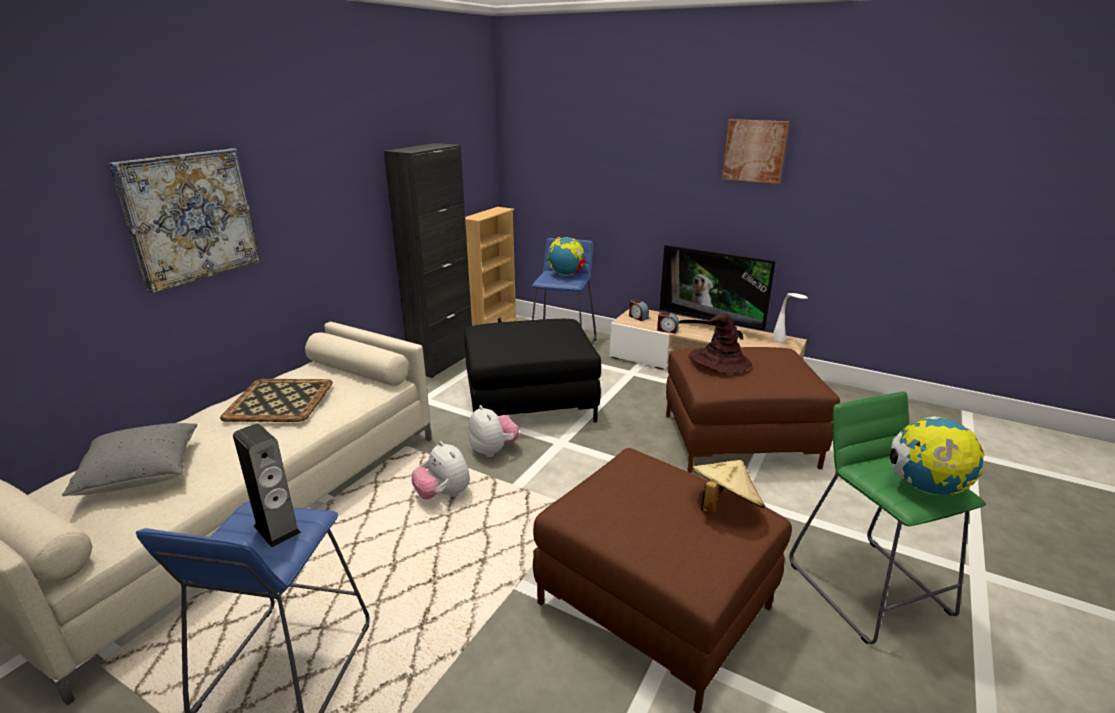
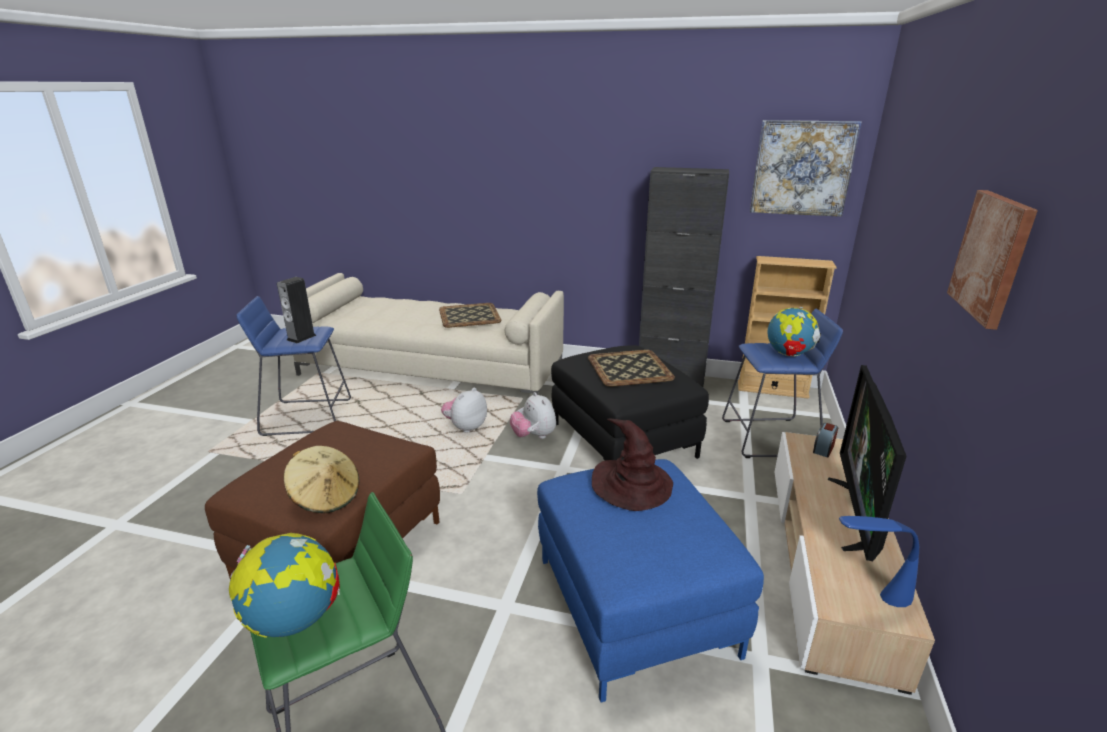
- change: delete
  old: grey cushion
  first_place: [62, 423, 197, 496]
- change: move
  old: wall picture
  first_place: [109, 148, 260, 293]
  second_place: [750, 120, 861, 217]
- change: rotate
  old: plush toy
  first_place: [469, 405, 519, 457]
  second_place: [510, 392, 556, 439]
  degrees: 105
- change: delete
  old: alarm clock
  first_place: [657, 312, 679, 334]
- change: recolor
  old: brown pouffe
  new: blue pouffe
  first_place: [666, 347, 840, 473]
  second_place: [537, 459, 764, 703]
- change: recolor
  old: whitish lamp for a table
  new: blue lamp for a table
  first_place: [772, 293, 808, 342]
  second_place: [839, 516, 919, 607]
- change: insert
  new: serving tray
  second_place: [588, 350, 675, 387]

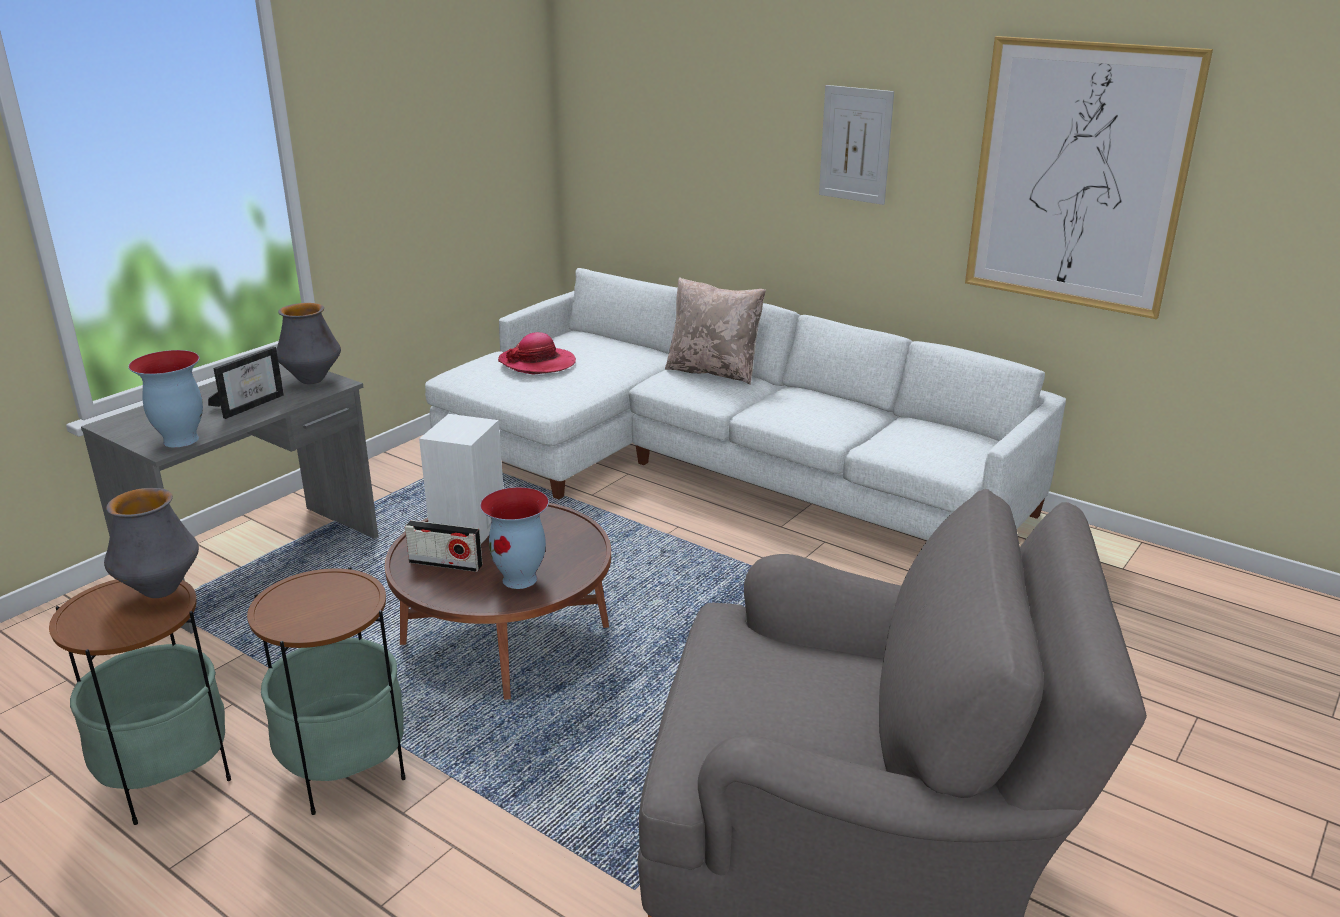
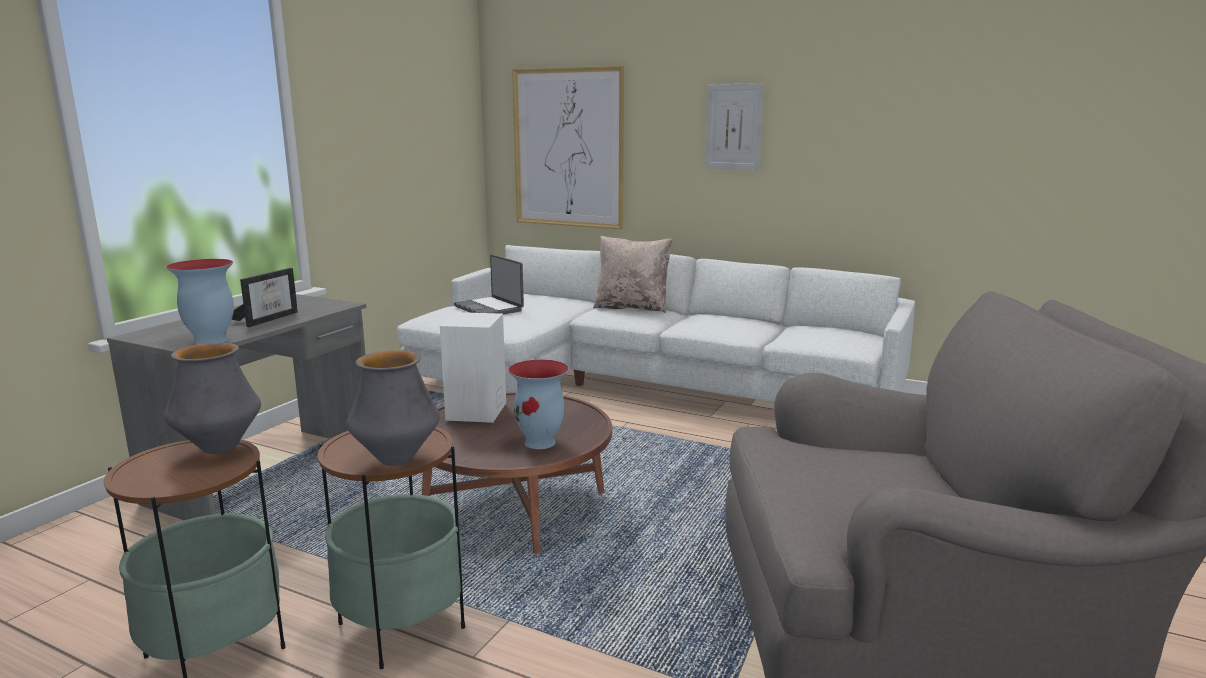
- change: move
  old: flower vase
  first_place: [276, 303, 341, 384]
  second_place: [347, 350, 440, 466]
- change: delete
  old: radio receiver
  first_place: [405, 520, 483, 572]
- change: replace
  old: wearable hat
  new: laptop
  first_place: [498, 332, 576, 375]
  second_place: [454, 255, 524, 314]
- change: move
  old: wall picture
  first_place: [965, 36, 1213, 319]
  second_place: [512, 66, 624, 229]

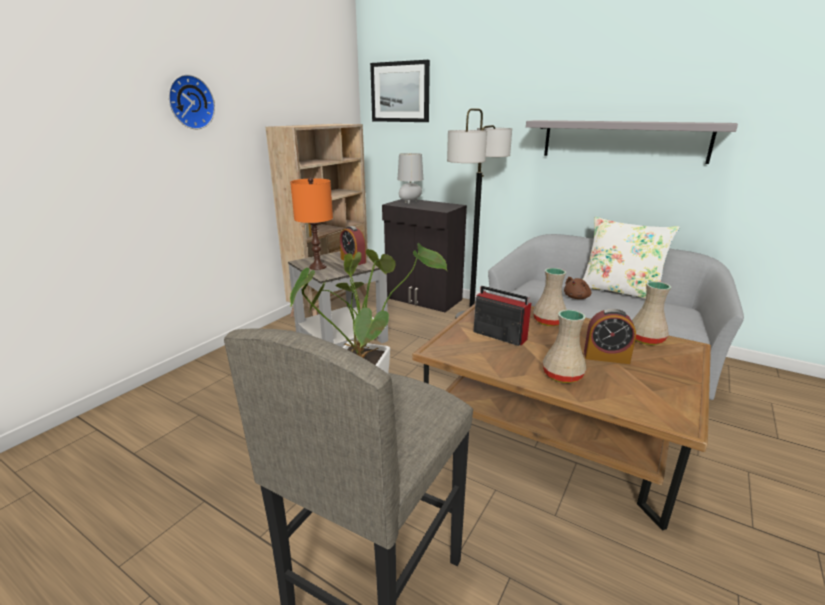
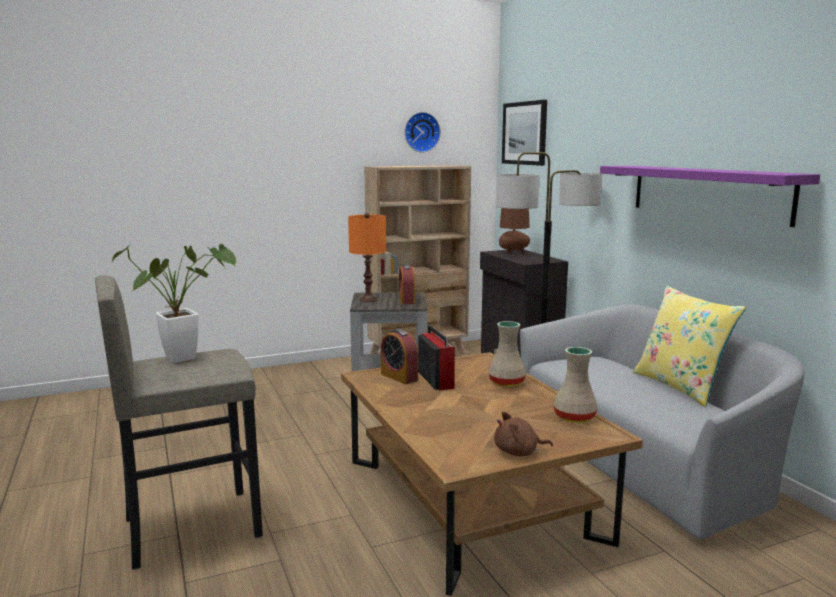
- change: move
  old: clock on the wall
  first_place: [168, 74, 215, 129]
  second_place: [404, 112, 441, 152]
- change: recolor
  old: grey lamp for a table
  new: brown lamp for a table
  first_place: [398, 153, 423, 204]
  second_place: [499, 208, 530, 254]
- change: recolor
  old: grey wall shelf
  new: purple wall shelf
  first_place: [526, 120, 738, 164]
  second_place: [600, 166, 820, 227]
- change: delete
  old: beige flower vase
  first_place: [542, 310, 586, 383]
- change: move
  old: brown plush toy
  first_place: [564, 277, 591, 299]
  second_place: [494, 412, 553, 456]
- change: recolor
  old: whitish cushion
  new: yellow cushion
  first_place: [583, 217, 680, 299]
  second_place: [633, 286, 746, 407]
- change: move
  old: alarm clock
  first_place: [584, 309, 636, 364]
  second_place: [381, 329, 418, 384]

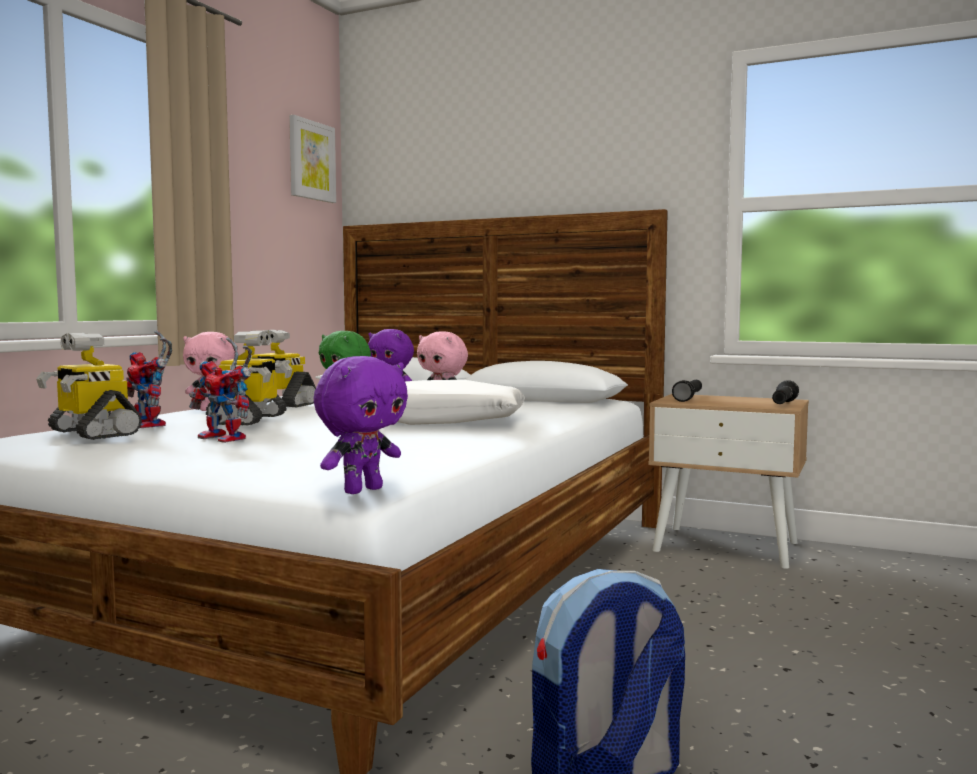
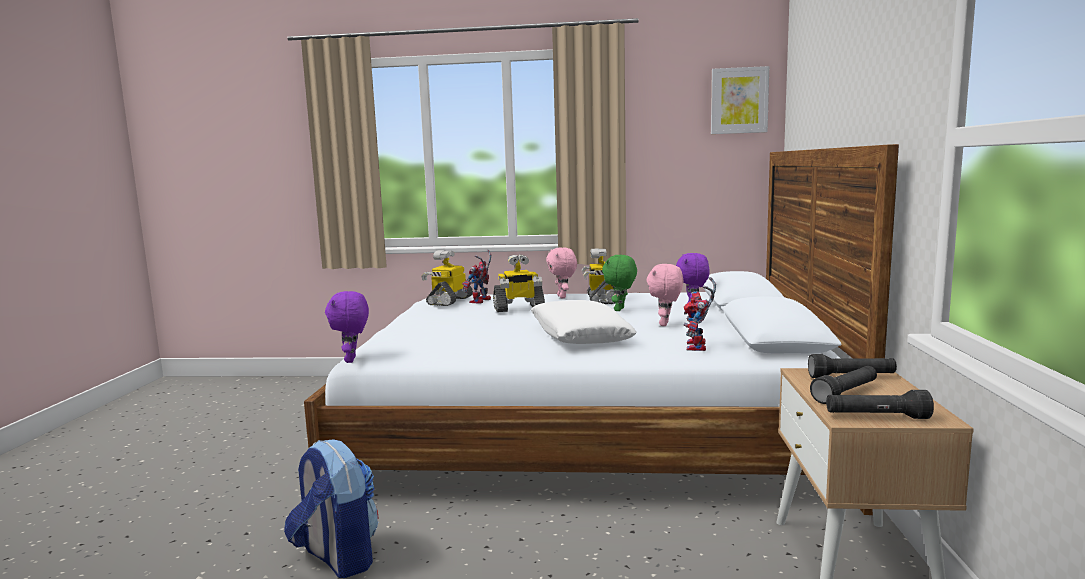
- change: move
  old: robot figure
  first_place: [189, 338, 252, 443]
  second_place: [684, 277, 716, 351]
- change: rotate
  old: purple plush toy
  first_place: [313, 356, 408, 494]
  second_place: [325, 291, 369, 363]
  degrees: 60
- change: insert
  new: black-coloured torch
  second_place: [810, 366, 877, 404]

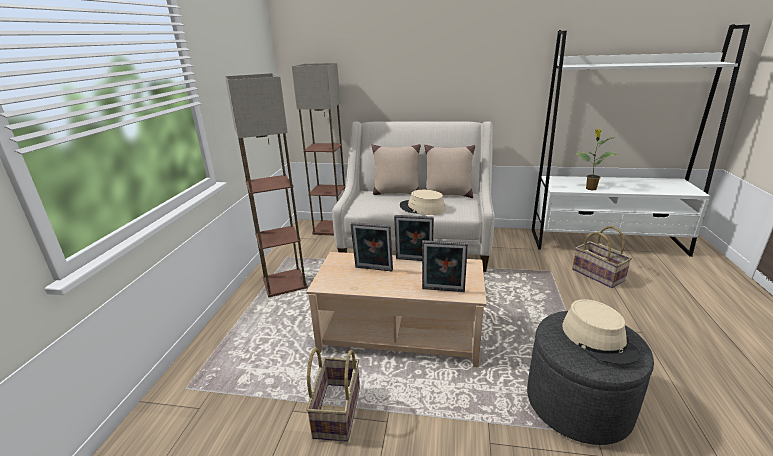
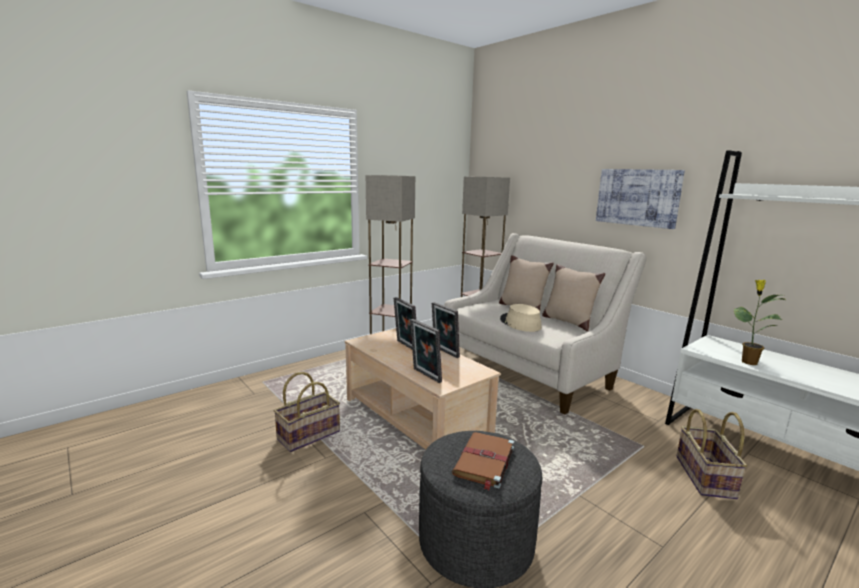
- change: replace
  old: beige wearable hat
  new: brown book
  first_place: [562, 299, 640, 365]
  second_place: [452, 432, 514, 490]
- change: insert
  new: wall picture
  second_place: [596, 169, 685, 229]

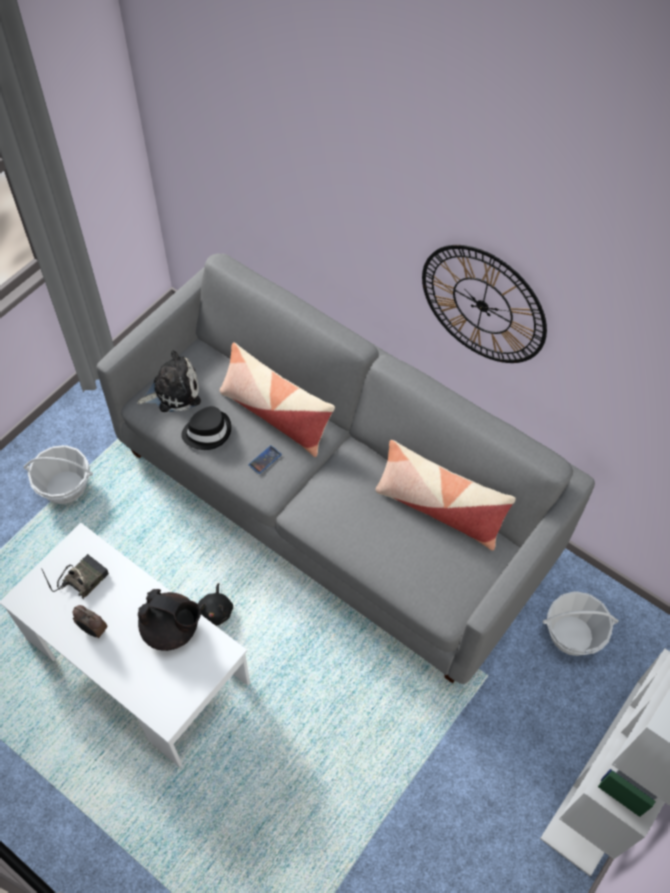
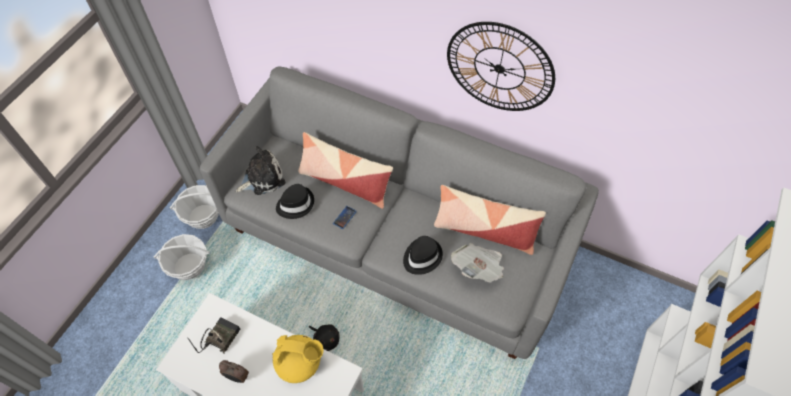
- change: recolor
  old: black-coloured pot for tea
  new: yellow pot for tea
  first_place: [138, 589, 201, 651]
  second_place: [273, 335, 324, 383]
- change: rotate
  old: black-coloured plush toy
  first_place: [198, 583, 233, 626]
  second_place: [309, 324, 339, 351]
  degrees: -45
- change: move
  old: storage basket
  first_place: [543, 591, 619, 656]
  second_place: [170, 185, 219, 229]
- change: insert
  new: black-coloured wearable hat
  second_place: [403, 236, 443, 275]
- change: insert
  new: newspaper
  second_place: [451, 243, 504, 282]

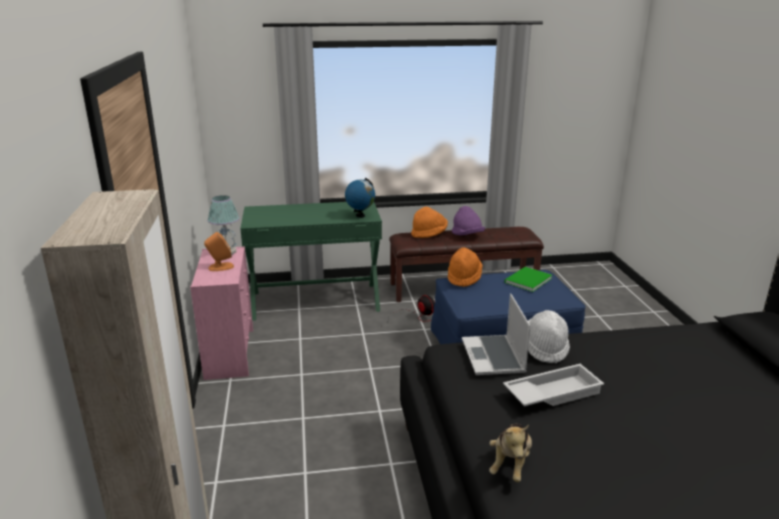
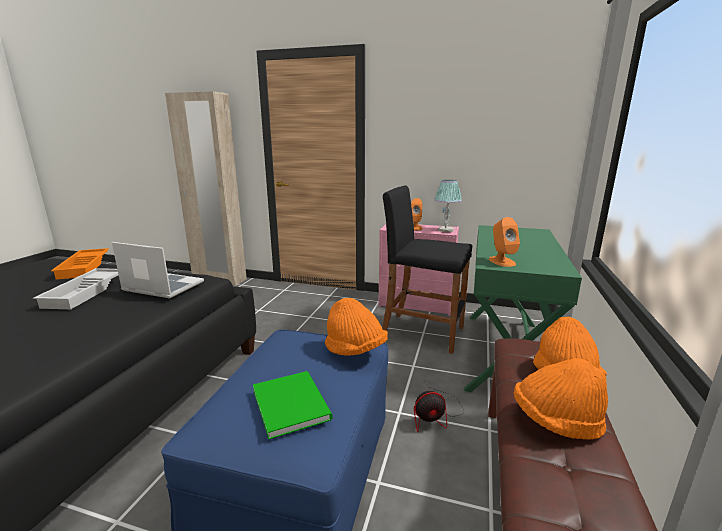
- change: replace
  old: globe
  new: orangey audio speaker
  first_place: [345, 178, 375, 218]
  second_place: [489, 217, 520, 267]
- change: recolor
  old: purple wearable hat
  new: orangey wearable hat
  first_place: [452, 206, 485, 235]
  second_place: [514, 358, 608, 439]
- change: replace
  old: plush toy
  new: orangey serving tray
  first_place: [489, 424, 532, 482]
  second_place: [51, 248, 109, 280]
- change: delete
  old: whitish wearable hat
  first_place: [528, 310, 570, 363]
- change: insert
  new: black-coloured stool seat
  second_place: [382, 185, 472, 354]

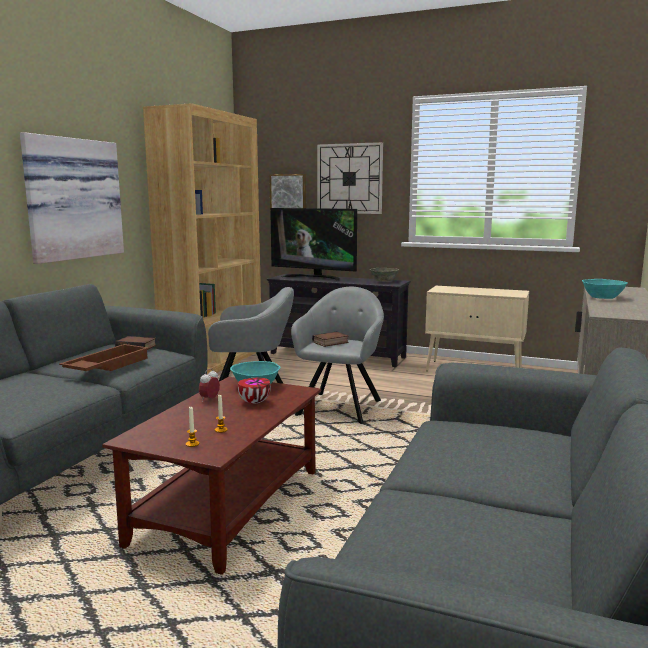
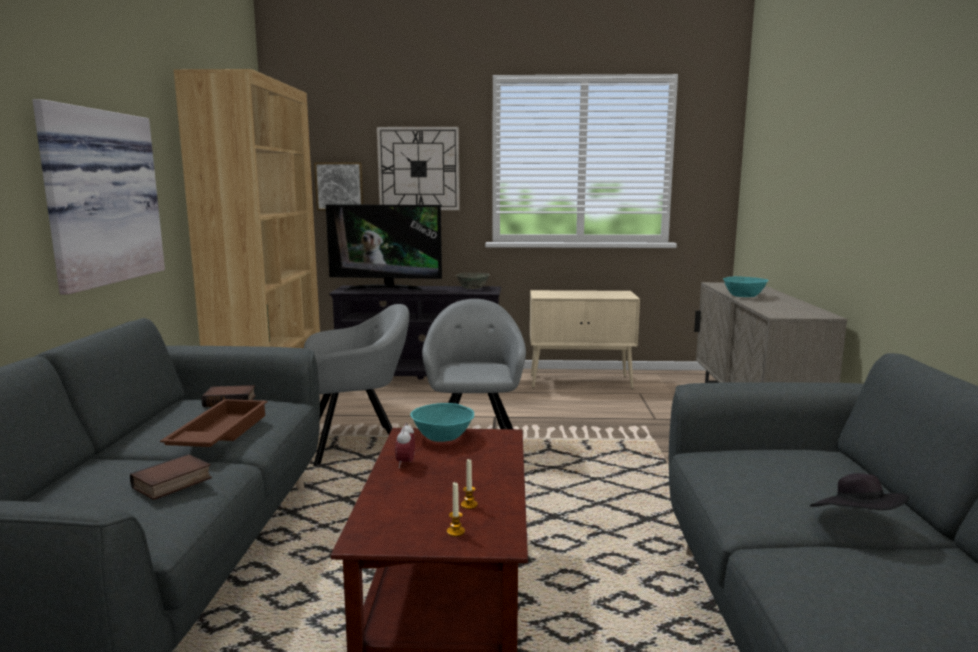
- change: delete
  old: bowl
  first_place: [238, 378, 271, 404]
- change: move
  old: book
  first_place: [312, 332, 349, 347]
  second_place: [130, 454, 212, 500]
- change: insert
  new: black-coloured wearable hat
  second_place: [810, 473, 909, 510]

